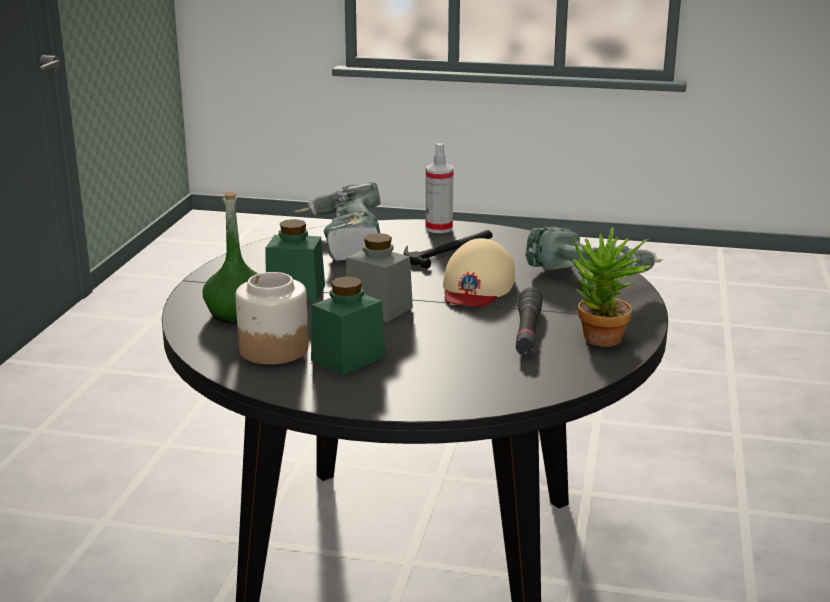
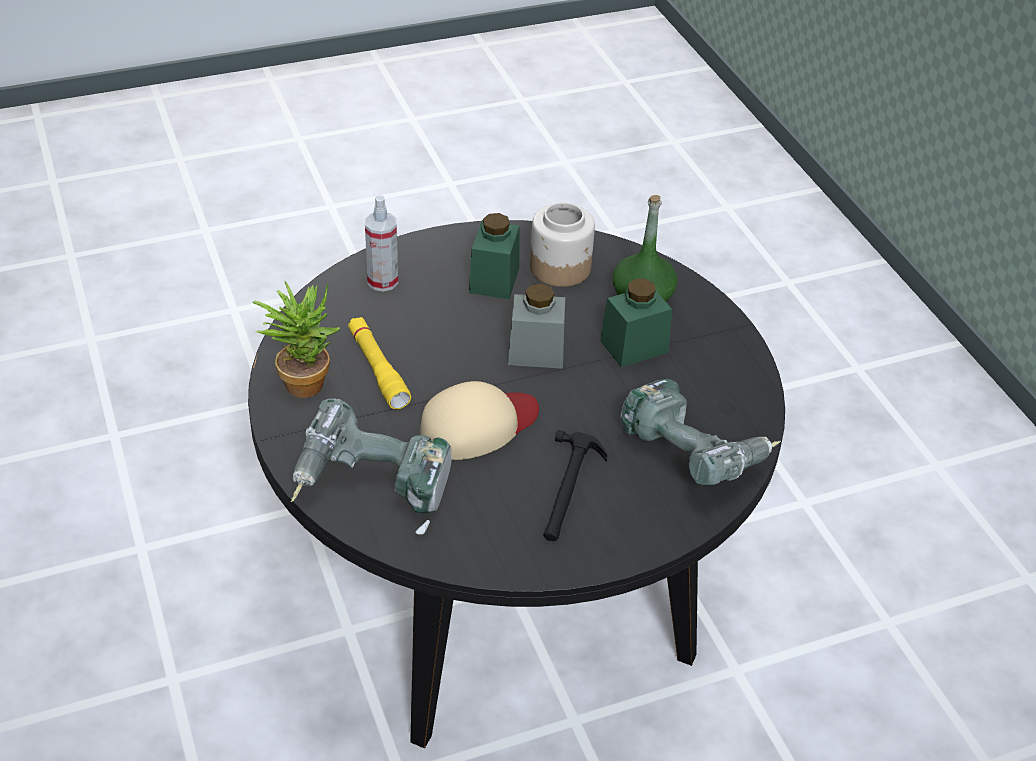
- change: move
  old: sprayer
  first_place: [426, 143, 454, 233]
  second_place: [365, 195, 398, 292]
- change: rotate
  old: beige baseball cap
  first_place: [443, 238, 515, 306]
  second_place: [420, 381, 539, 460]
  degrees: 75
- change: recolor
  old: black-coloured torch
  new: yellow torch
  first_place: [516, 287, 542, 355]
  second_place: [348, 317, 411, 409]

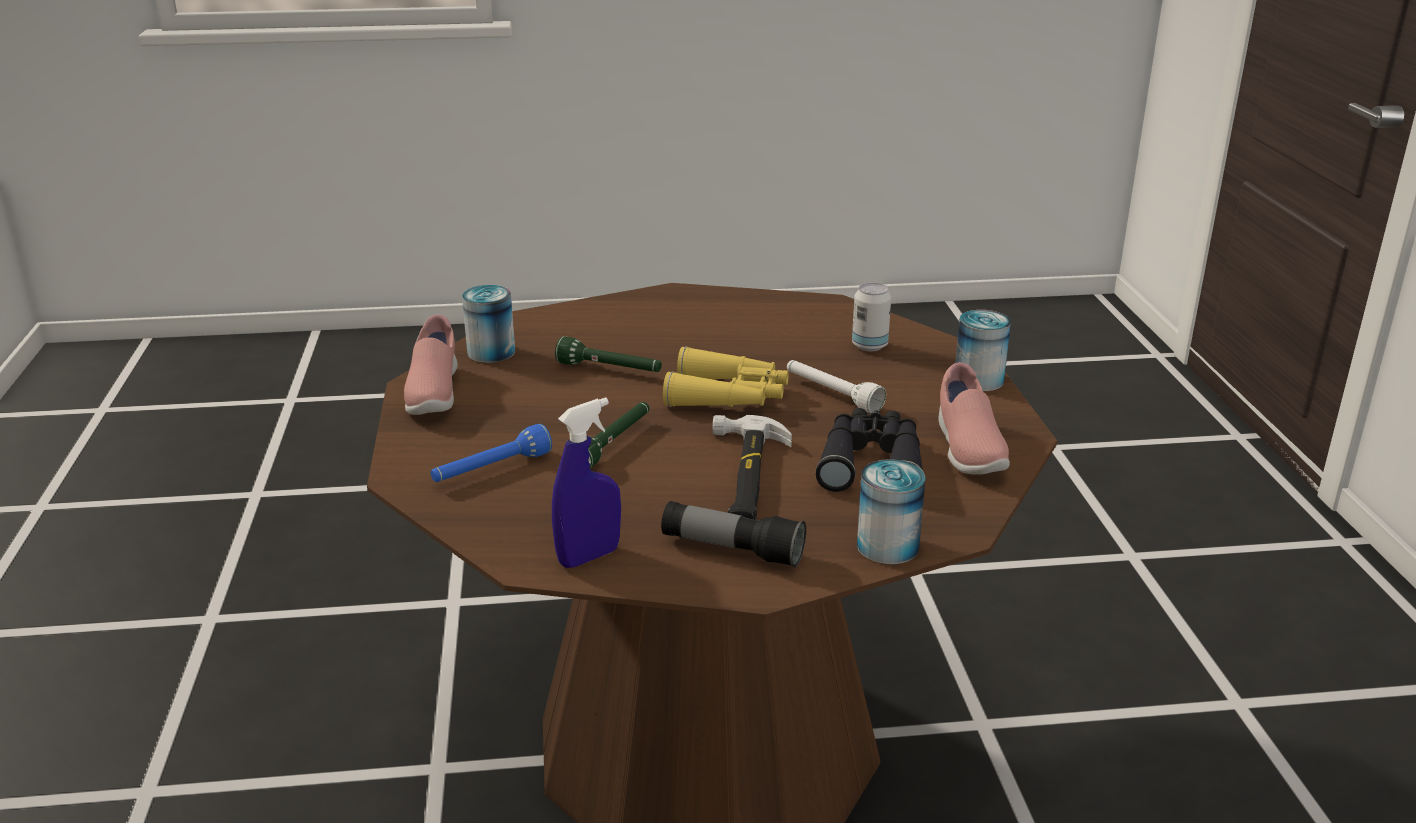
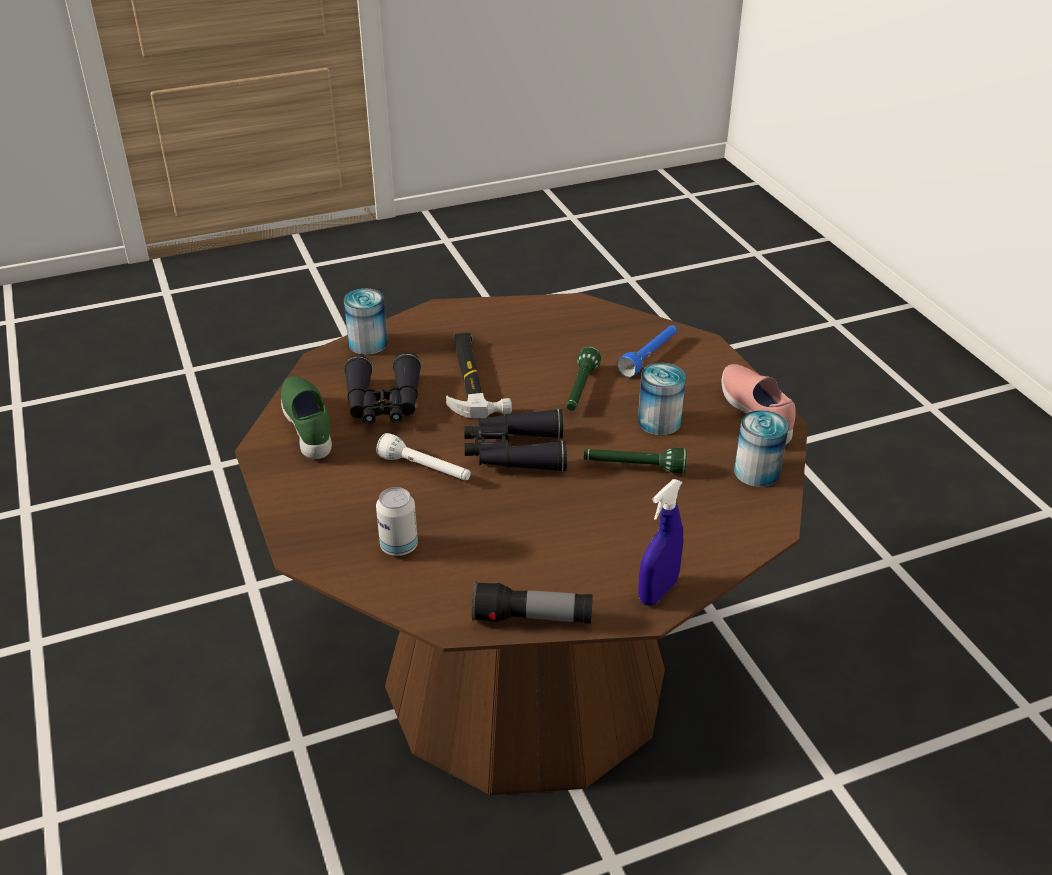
- change: move
  old: blue sprayer
  first_place: [552, 397, 621, 568]
  second_place: [638, 479, 683, 606]
- change: move
  old: torch
  first_place: [661, 501, 806, 568]
  second_place: [472, 581, 593, 624]
- change: recolor
  old: yellow field glasses
  new: black-coloured field glasses
  first_place: [663, 346, 789, 407]
  second_place: [464, 409, 567, 472]
- change: recolor
  old: pink-coloured shoe
  new: green shoe
  first_place: [938, 362, 1010, 475]
  second_place: [281, 376, 332, 459]
- change: move
  old: metal can
  first_place: [955, 310, 1011, 391]
  second_place: [638, 363, 686, 435]

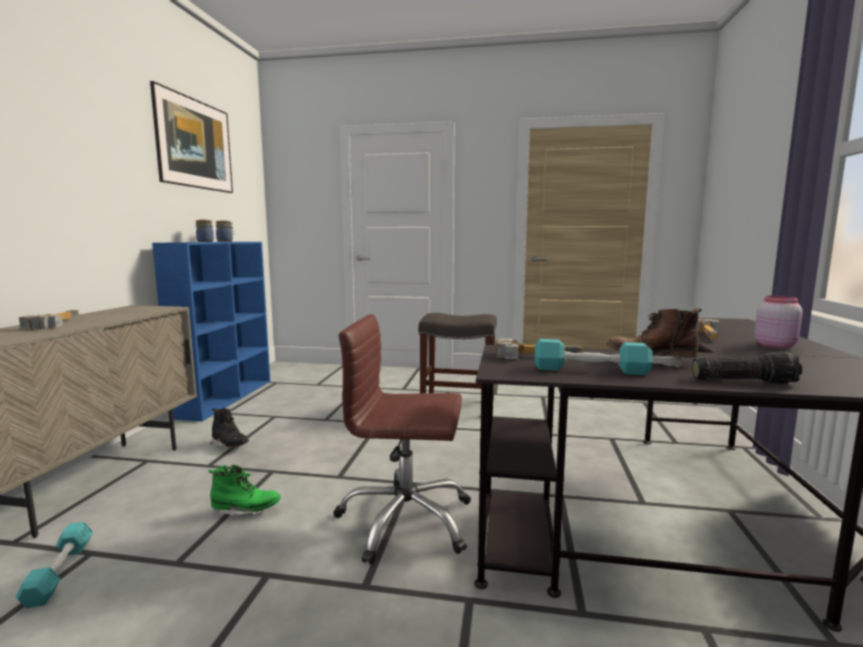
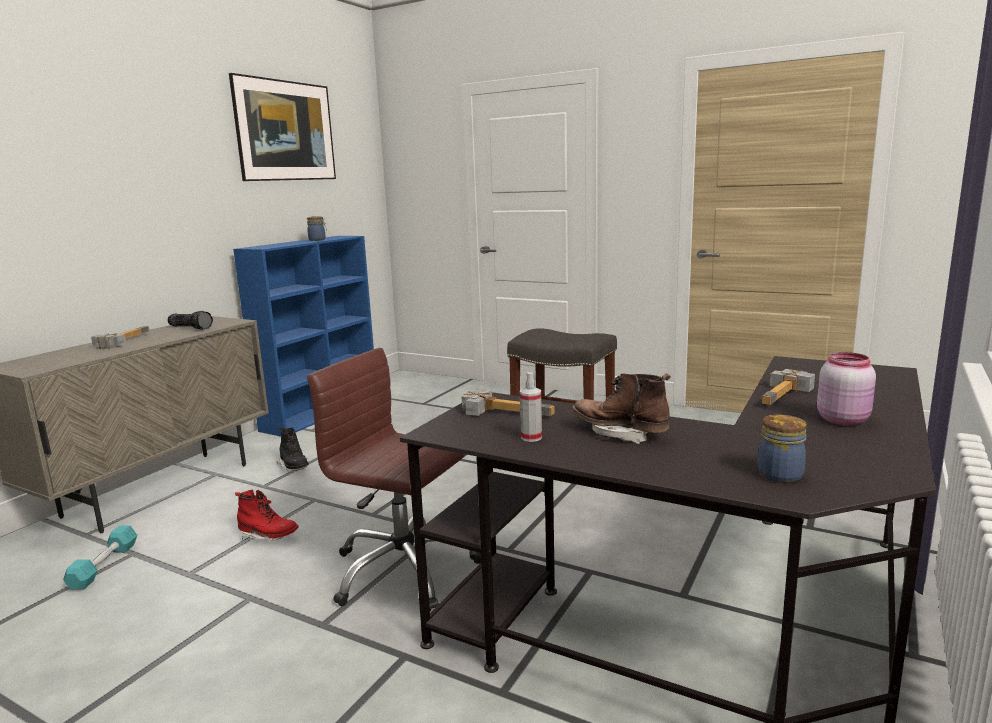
- change: move
  old: jar
  first_place: [196, 220, 214, 242]
  second_place: [758, 415, 807, 483]
- change: recolor
  old: green boot
  new: reddish boot
  first_place: [209, 465, 281, 519]
  second_place: [235, 490, 299, 541]
- change: replace
  old: turquoise-coloured free weight
  new: sprayer
  first_place: [535, 339, 653, 375]
  second_place: [520, 372, 542, 442]
- change: move
  old: torch
  first_place: [692, 351, 802, 384]
  second_place: [167, 311, 213, 330]

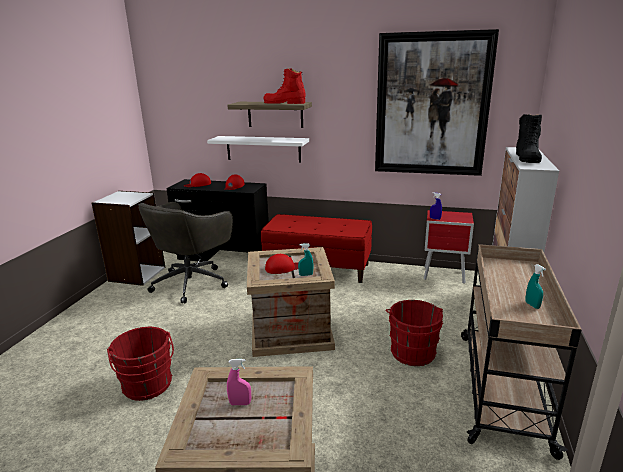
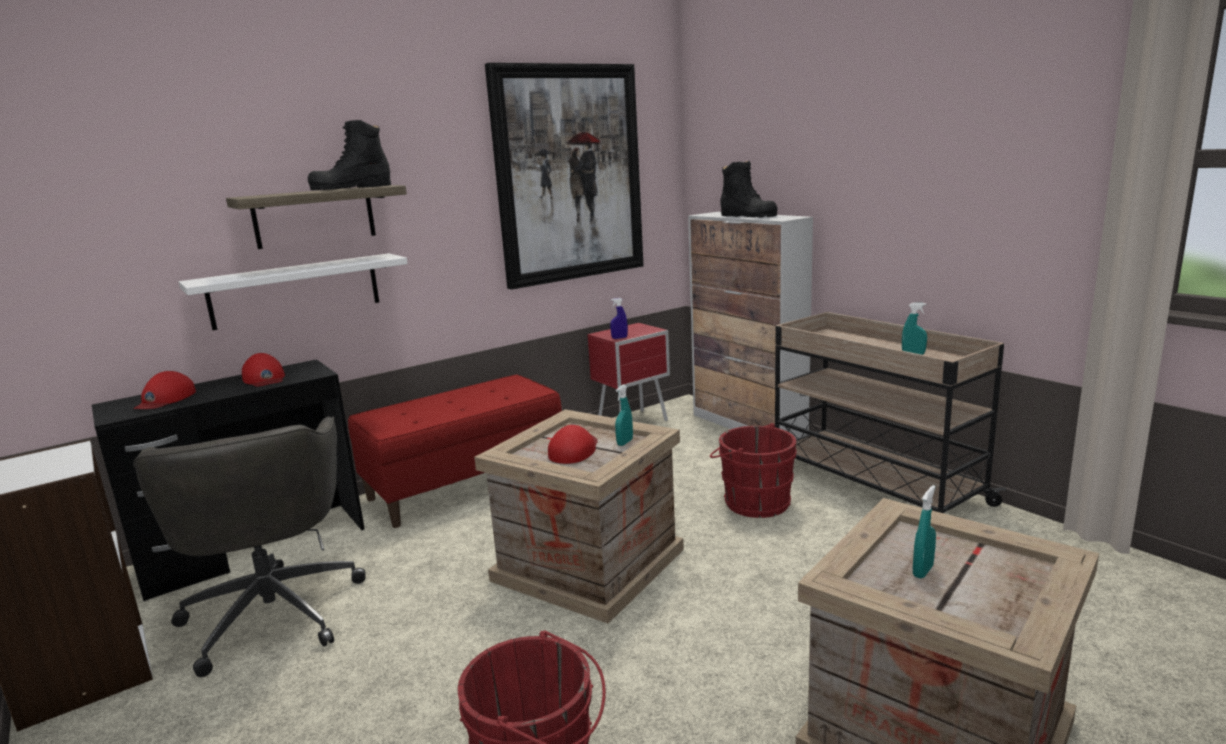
- change: recolor
  old: pink-coloured sprayer
  new: turquoise-coloured sprayer
  first_place: [227, 359, 251, 405]
  second_place: [913, 485, 936, 578]
- change: recolor
  old: reddish boot
  new: black-coloured boot
  first_place: [264, 68, 306, 104]
  second_place: [308, 120, 391, 190]

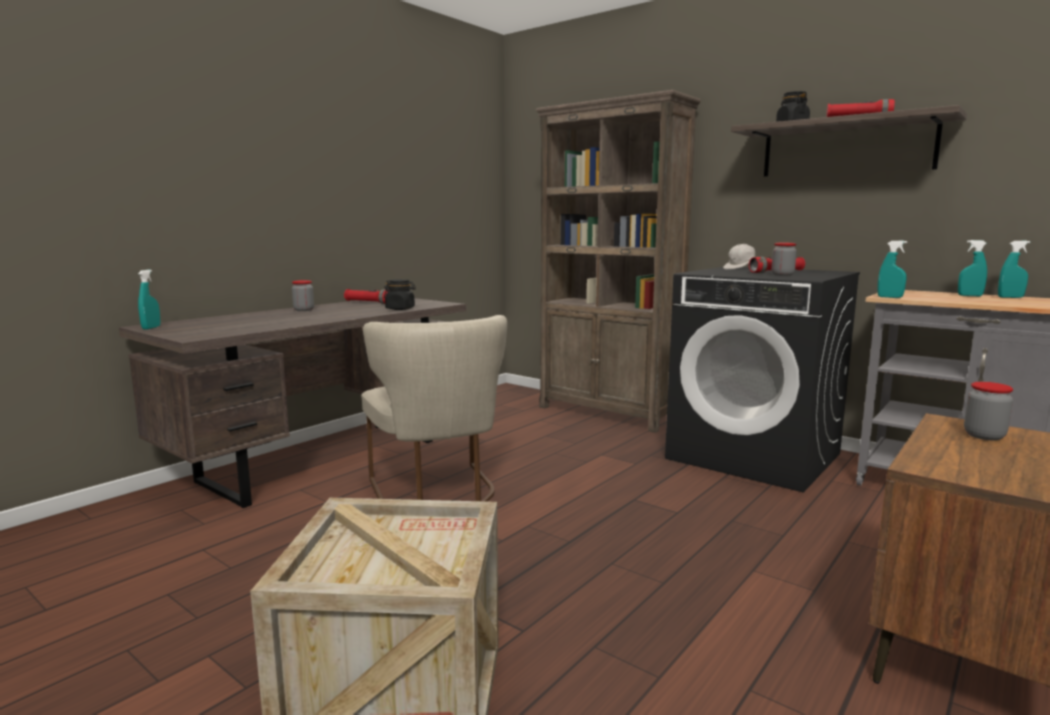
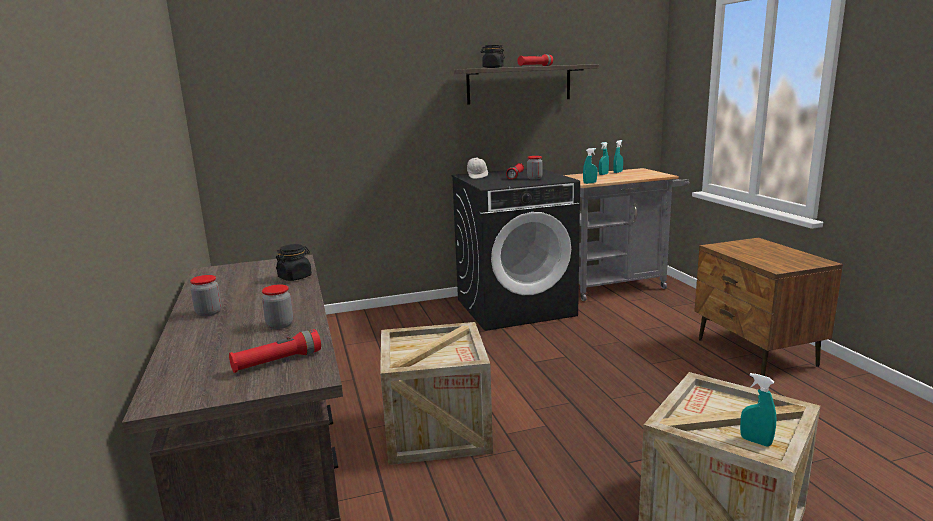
- change: move
  old: turquoise-coloured sprayer
  first_place: [138, 270, 160, 329]
  second_place: [740, 373, 777, 447]
- change: move
  old: reddish torch
  first_place: [344, 289, 387, 304]
  second_place: [229, 329, 321, 373]
- change: replace
  old: beige upright chair
  new: crate
  first_place: [361, 315, 507, 502]
  second_place: [380, 322, 493, 465]
- change: delete
  old: brown bookshelf
  first_place: [536, 90, 701, 433]
- change: move
  old: jar
  first_place: [964, 382, 1013, 440]
  second_place: [262, 284, 293, 329]

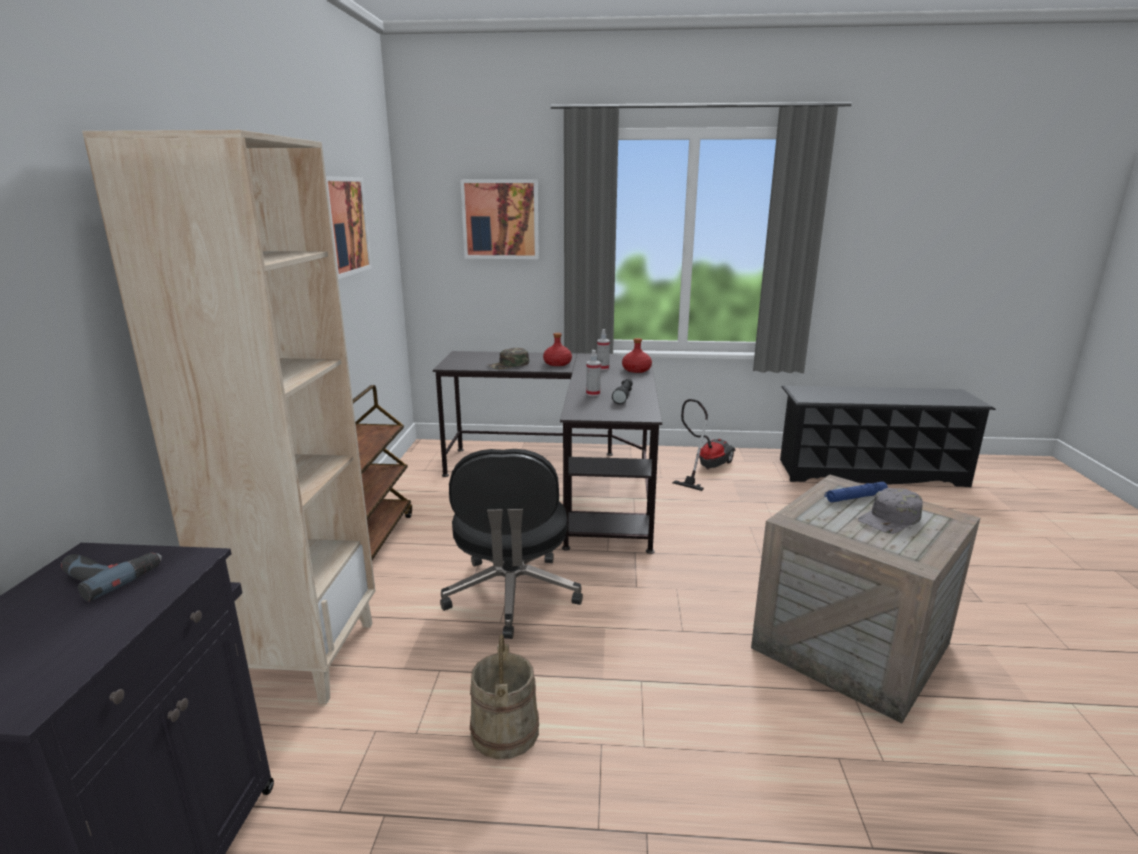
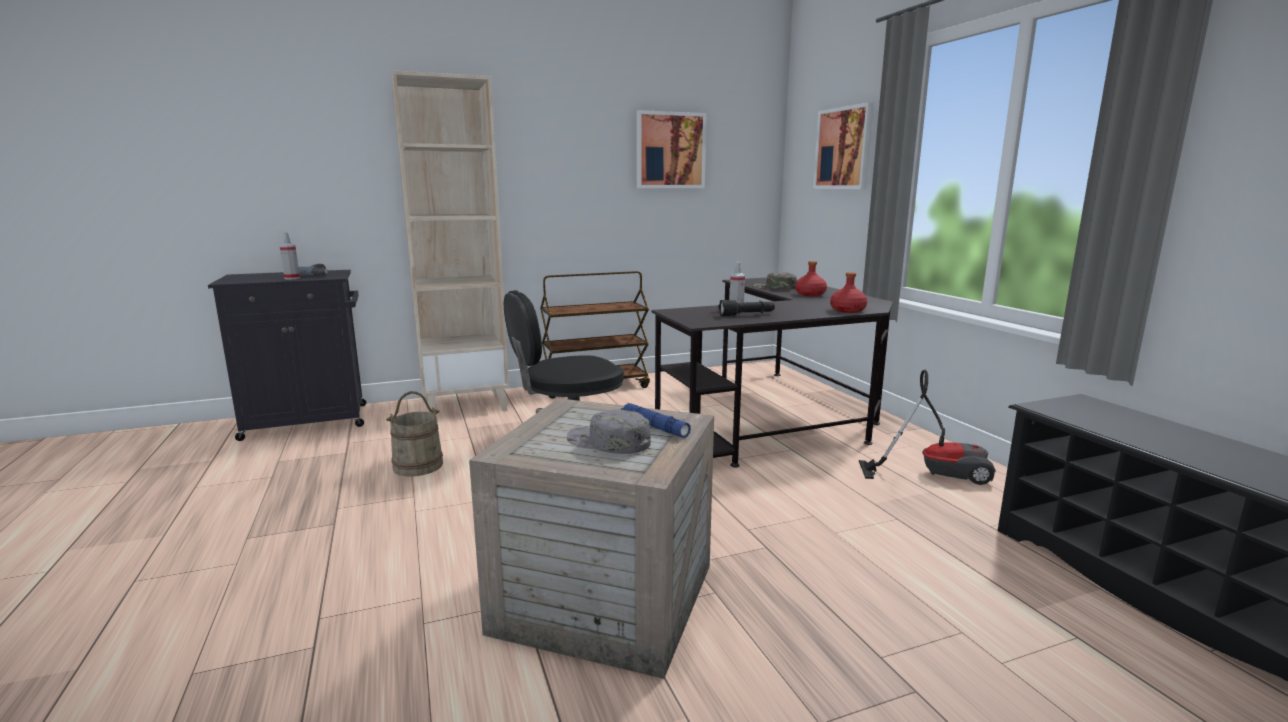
- change: move
  old: sprayer
  first_place: [597, 329, 610, 370]
  second_place: [280, 233, 300, 279]

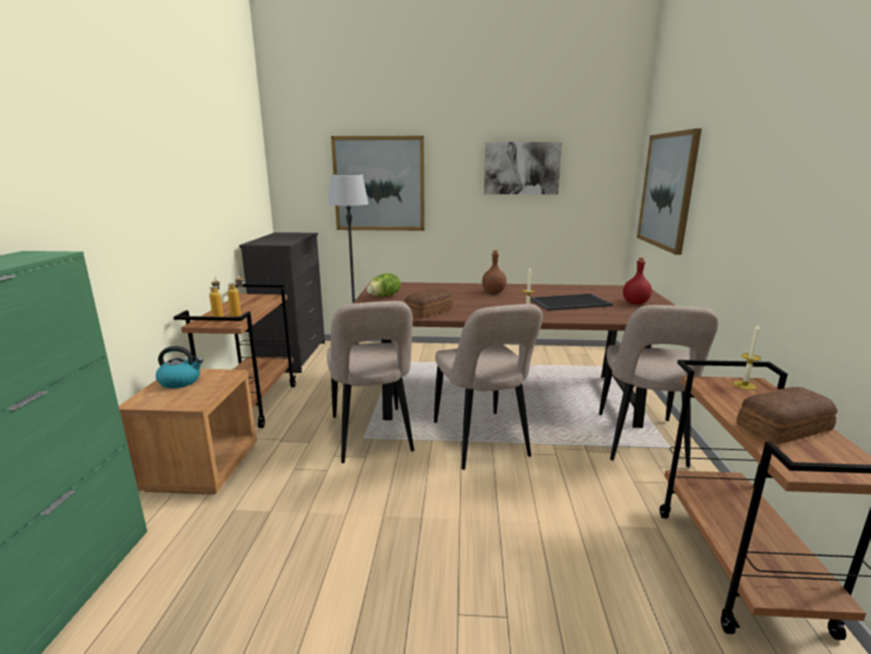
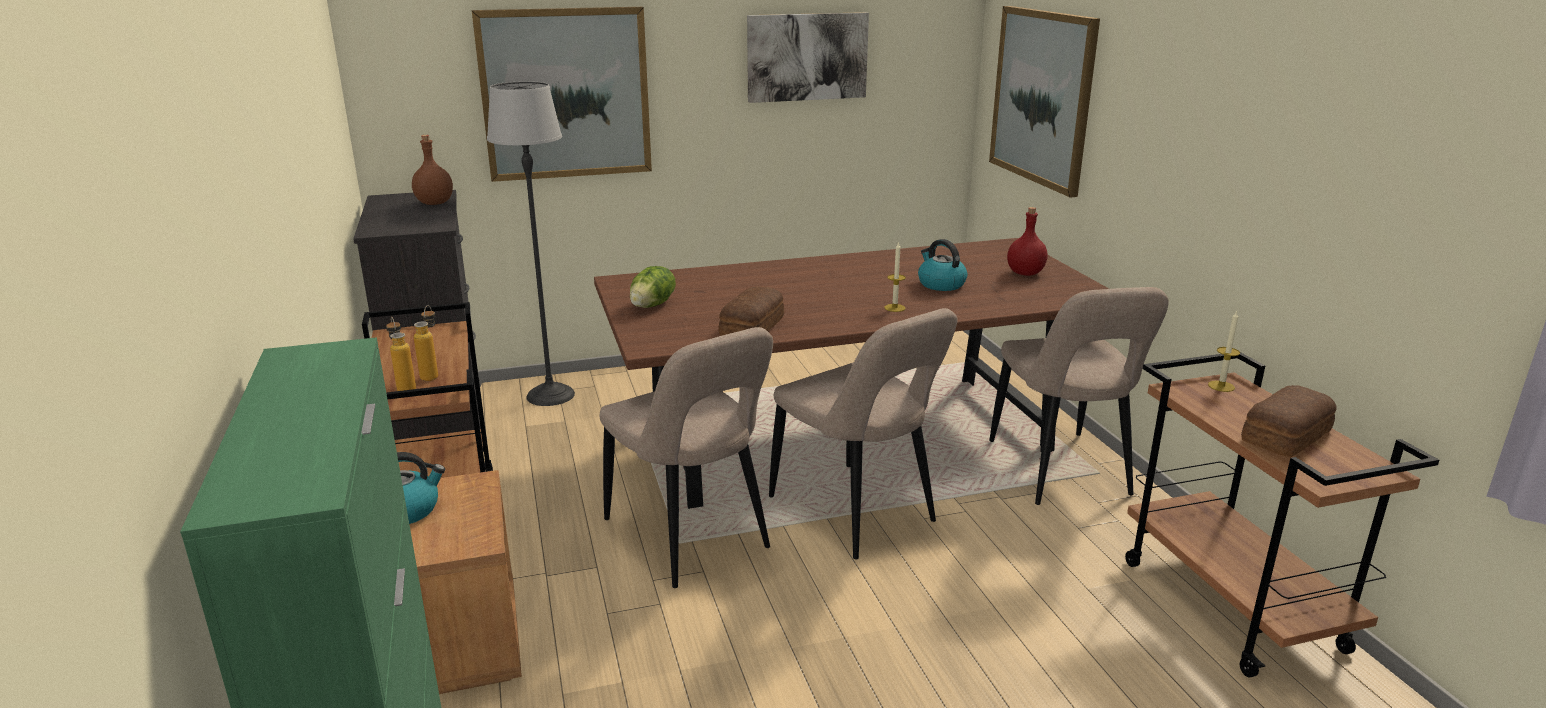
- change: move
  old: brown drink bottle
  first_place: [482, 250, 507, 293]
  second_place: [412, 135, 453, 205]
- change: replace
  old: serving tray
  new: water kettle
  first_place: [530, 294, 613, 311]
  second_place: [918, 239, 968, 291]

